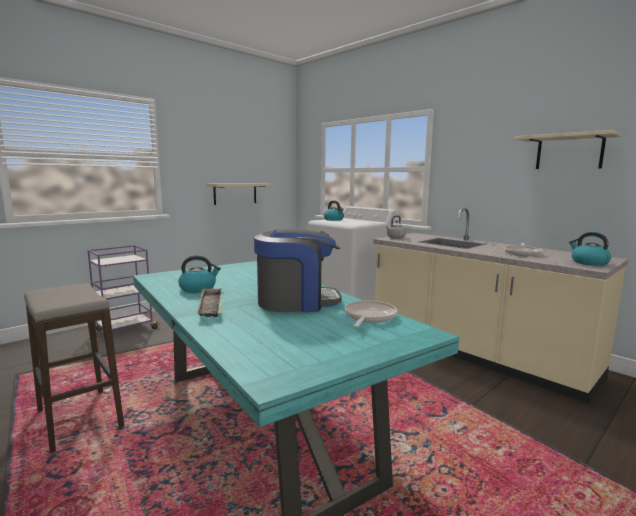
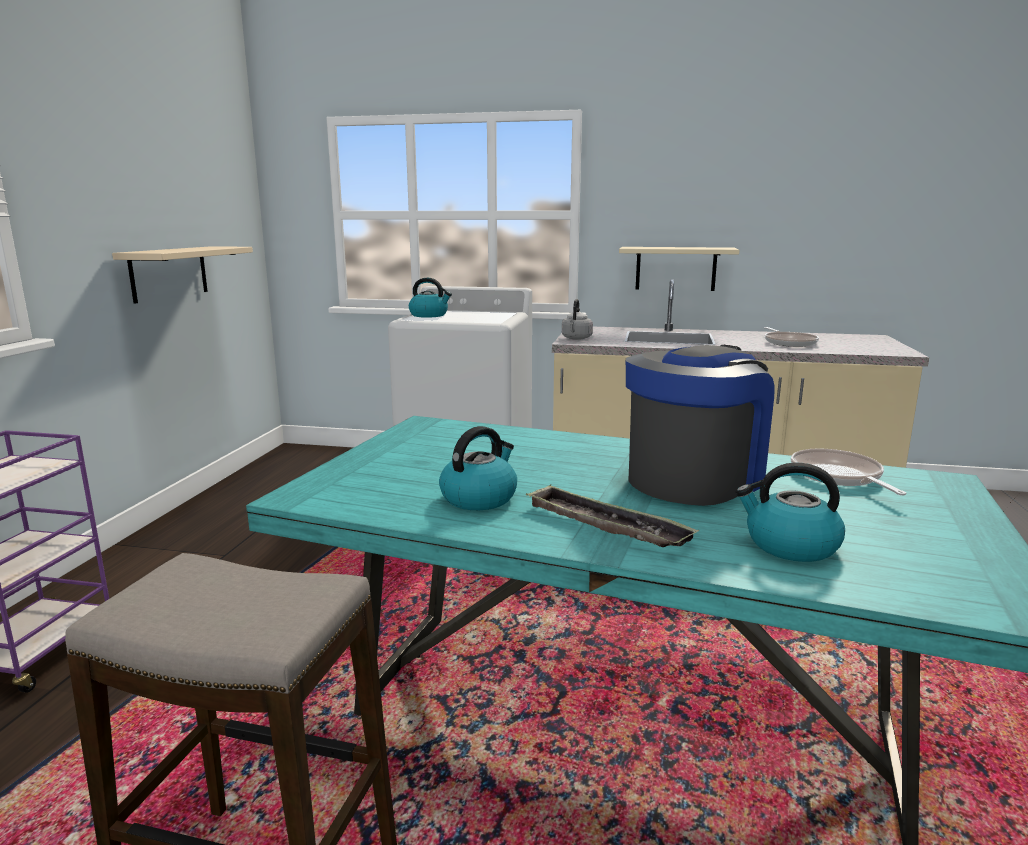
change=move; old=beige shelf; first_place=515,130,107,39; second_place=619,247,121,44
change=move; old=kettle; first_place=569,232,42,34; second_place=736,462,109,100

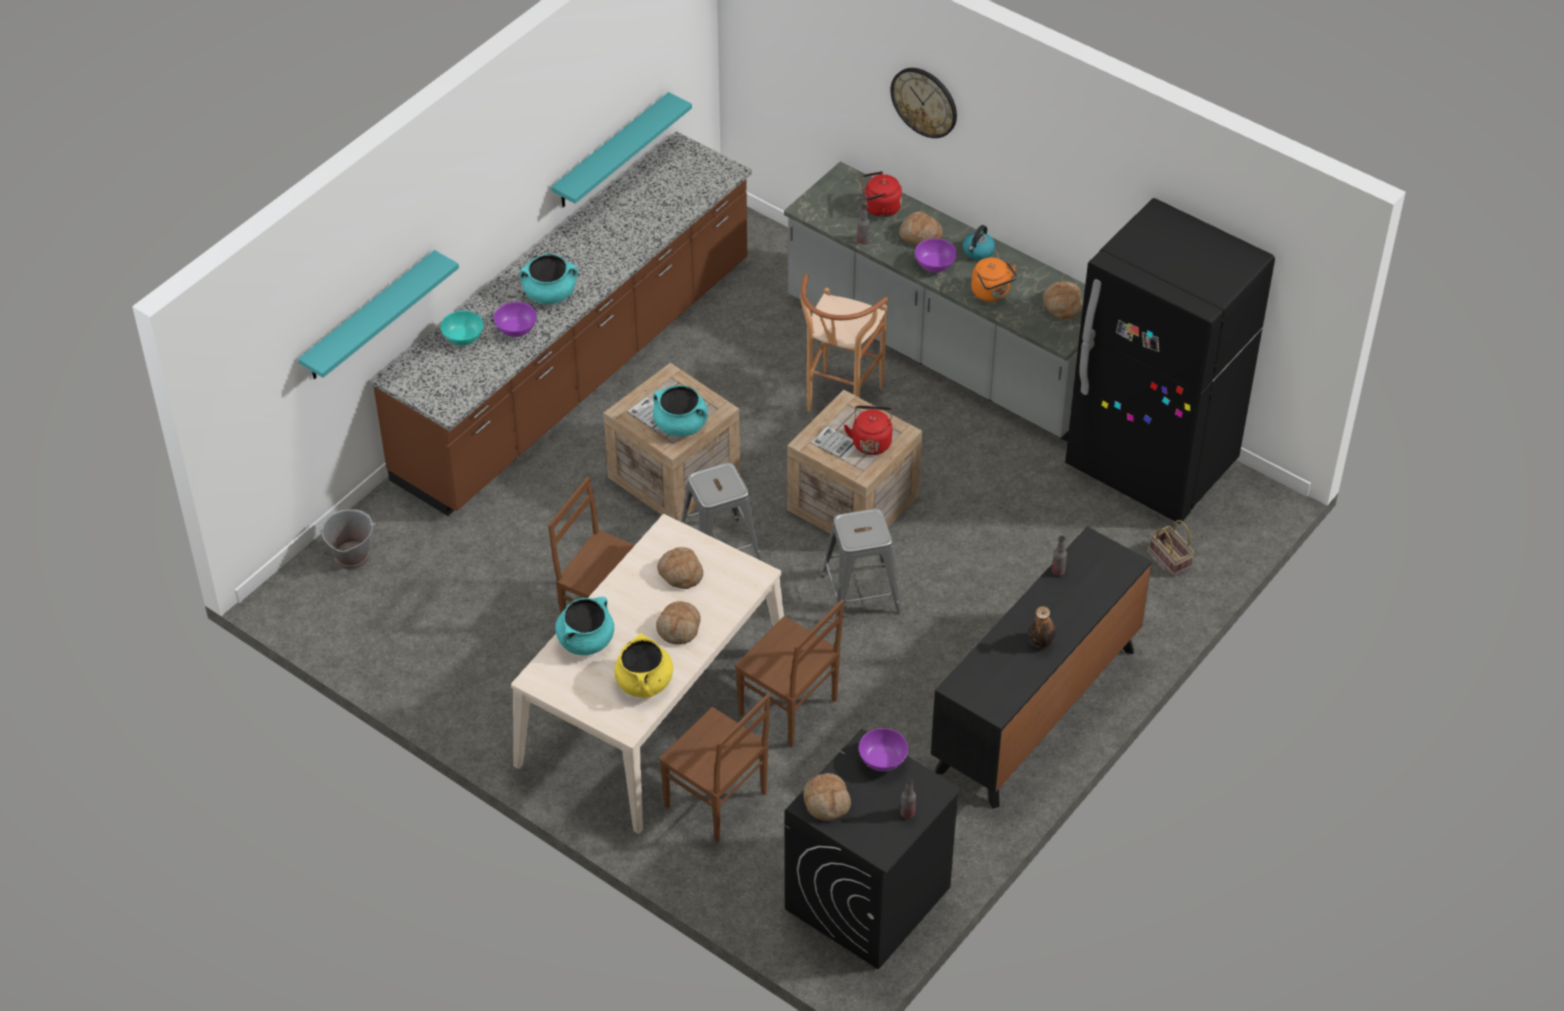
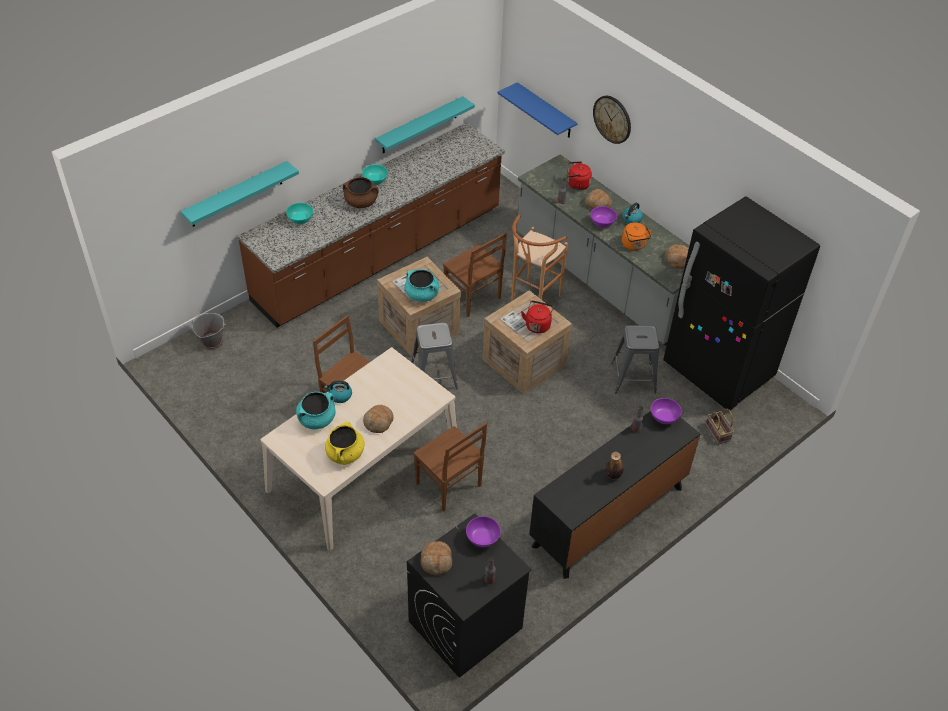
change=move; old=purple bowl; first_place=494,302,43,35; second_place=651,398,31,26
change=recolor; old=turquoise cooking pot; new=brown cooking pot; first_place=520,254,58,50; second_place=343,177,36,31
change=delete; old=bread; first_place=657,547,46,42
change=move; old=brown chair; first_place=659,693,111,149; second_place=443,233,64,84
change=move; old=grey stool; first_place=821,508,79,110; second_place=611,325,48,69
change=insert; new=kettle; second_place=324,380,28,23
change=insert; new=turquoise bowl; second_place=362,164,26,21
change=insert; new=blue shelf; second_place=498,82,79,56

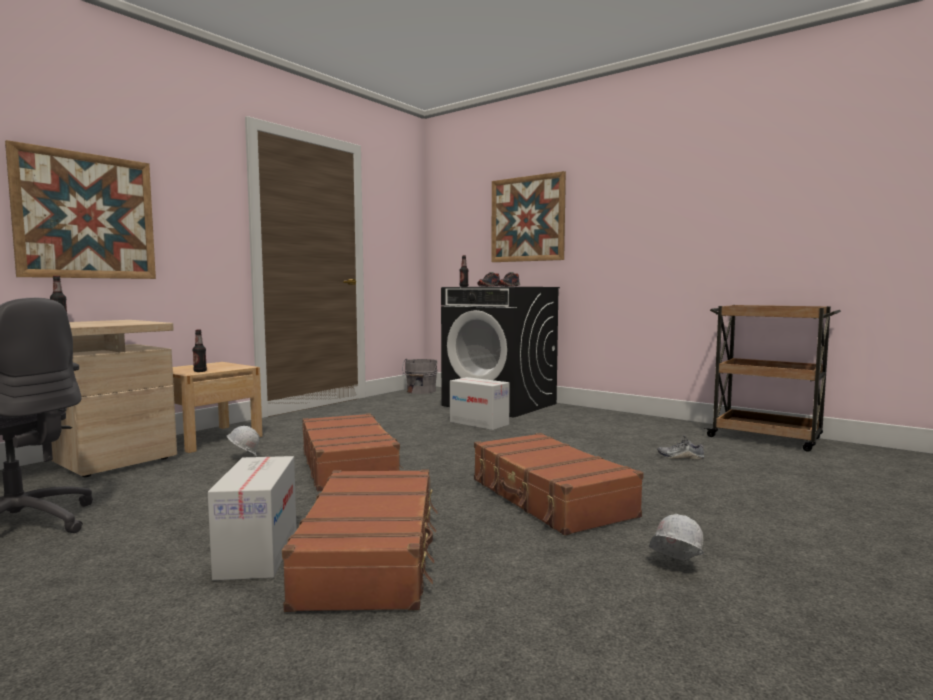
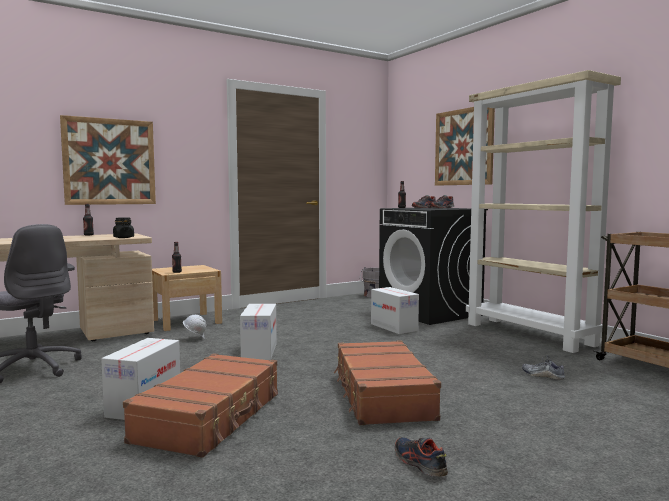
change=replace; old=brown suitcase; new=cardboard box; first_place=302,413,101,78; second_place=240,304,37,56
change=replace; old=white hard hat; new=shoe; first_place=650,514,54,47; second_place=395,437,53,40
change=insert; new=black jar; second_place=113,217,21,21
change=insert; new=beige bookcase; second_place=466,70,155,283

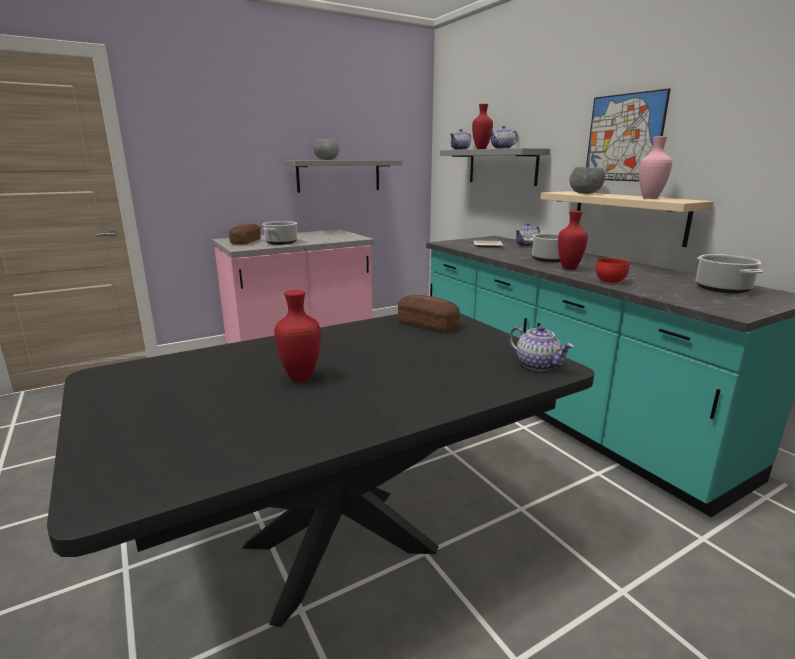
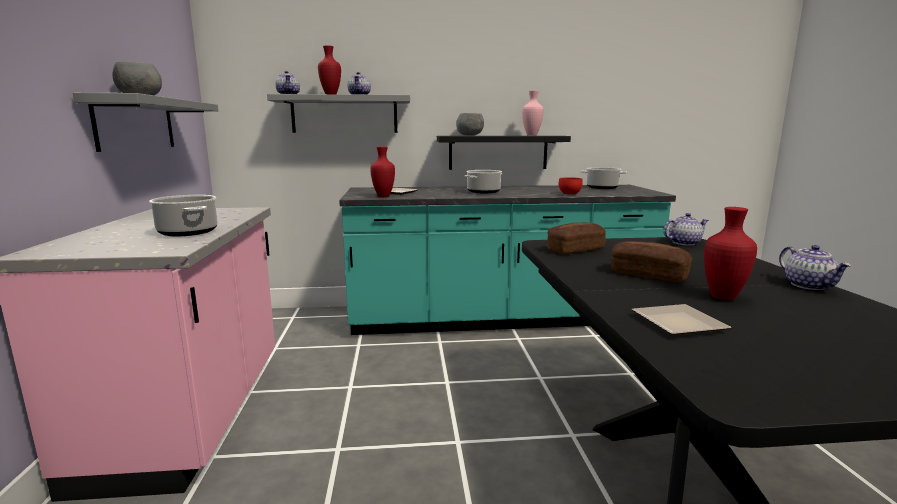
change=move; old=bread; first_place=229,224,32,21; second_place=611,241,81,41
change=move; old=teapot; first_place=515,223,25,24; second_place=779,245,72,45
change=recolor; old=beige shelf; new=black shelf; first_place=540,191,174,56; second_place=437,136,134,34
change=move; old=red vase; first_place=558,211,30,59; second_place=370,147,25,50
change=delete; old=picture; first_place=586,88,85,94
change=insert; new=plate; second_place=632,304,100,31

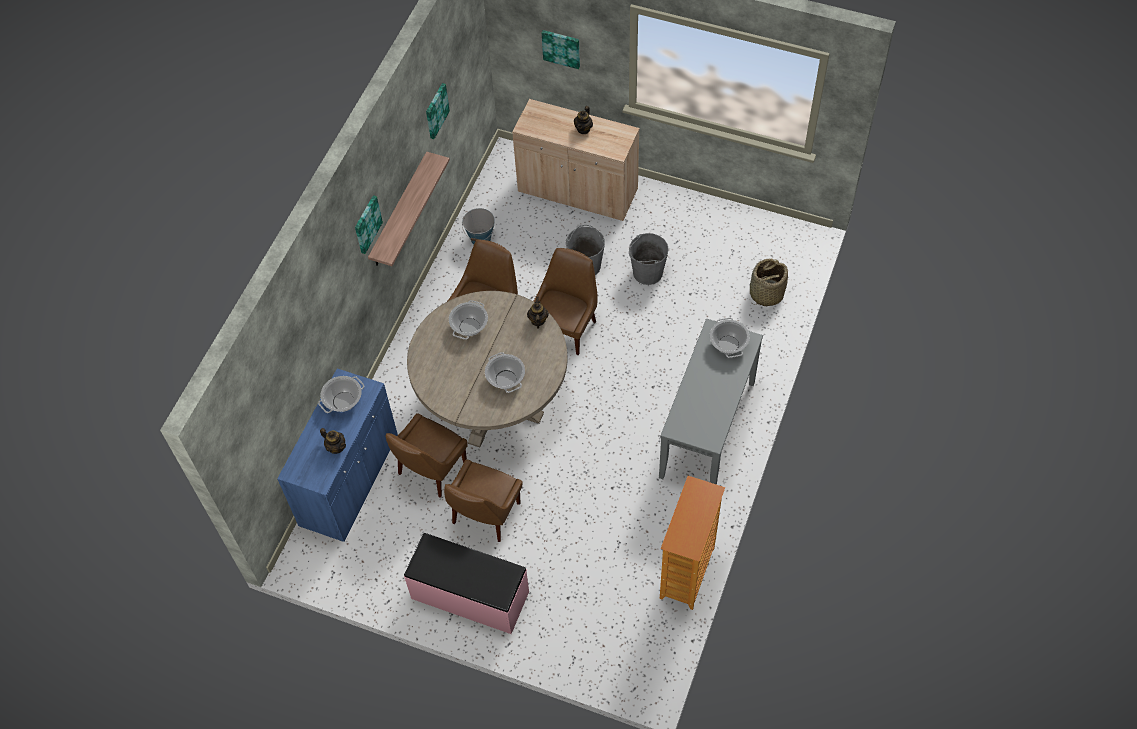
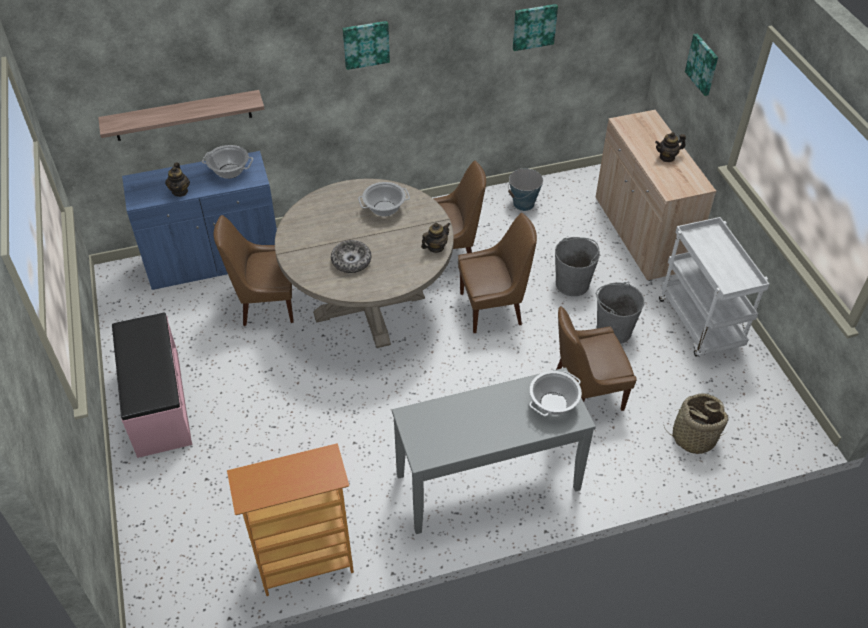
change=move; old=shelf; first_place=368,152,82,114; second_place=98,90,167,51
change=move; old=brown chair; first_place=444,460,78,82; second_place=556,306,81,105
change=replace; old=cooking pot; new=bowl; first_place=485,352,40,41; second_place=331,240,40,33
change=insert; new=white cart; second_place=659,217,110,140

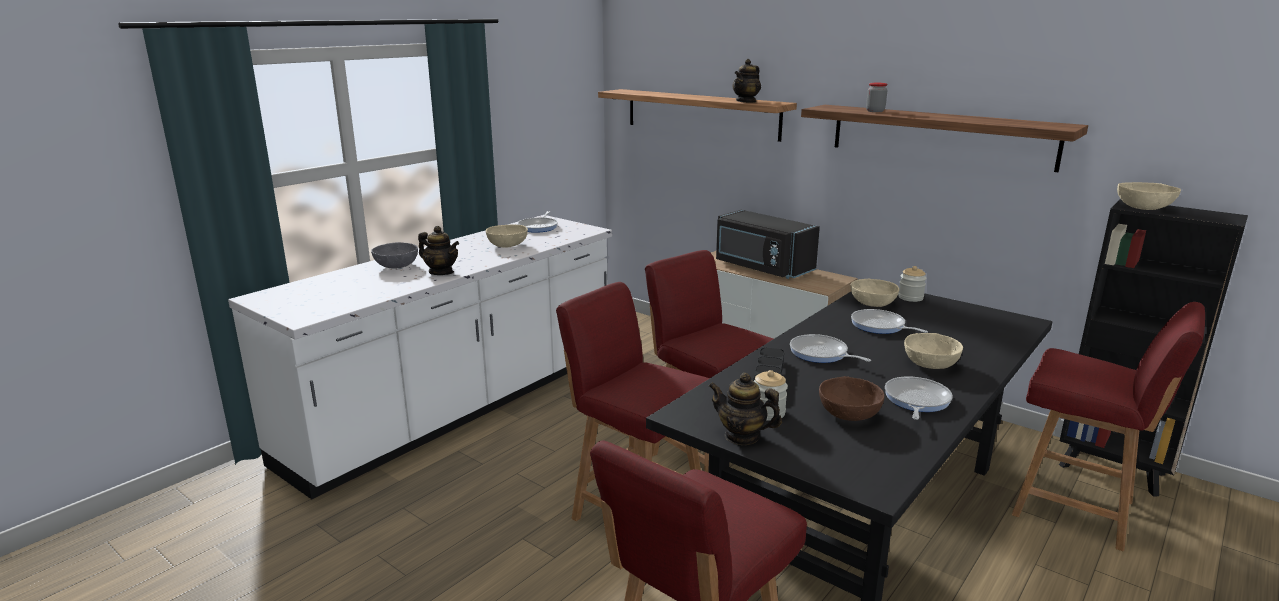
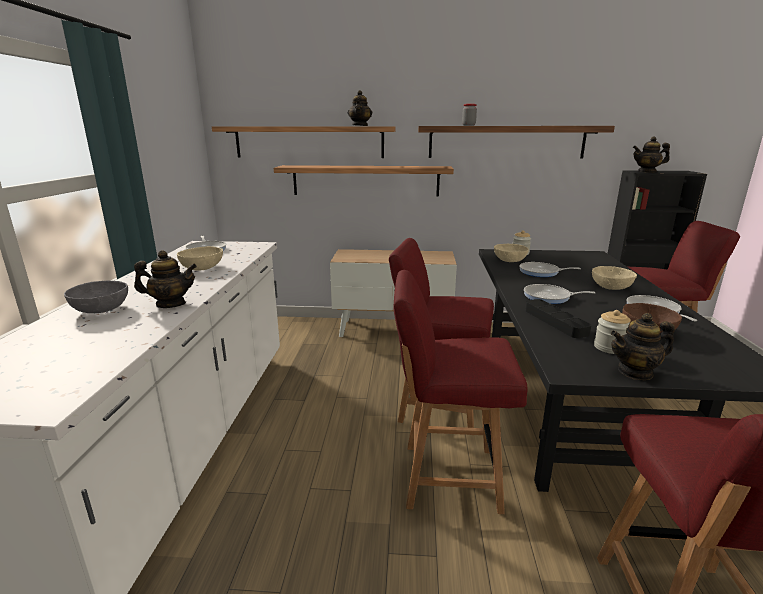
change=delete; old=black microwave; first_place=716,210,104,69
change=replace; old=beige bowl; new=teapot; first_place=1117,182,64,28; second_place=633,136,37,37
change=insert; new=shelf; second_place=274,165,180,31

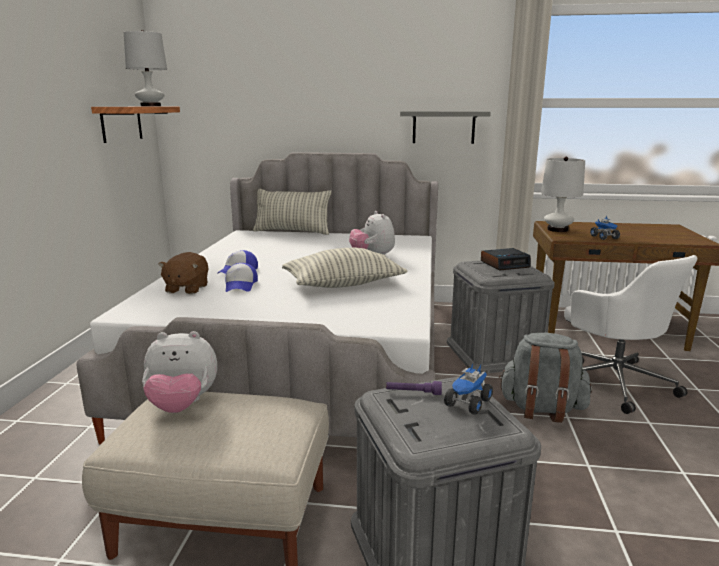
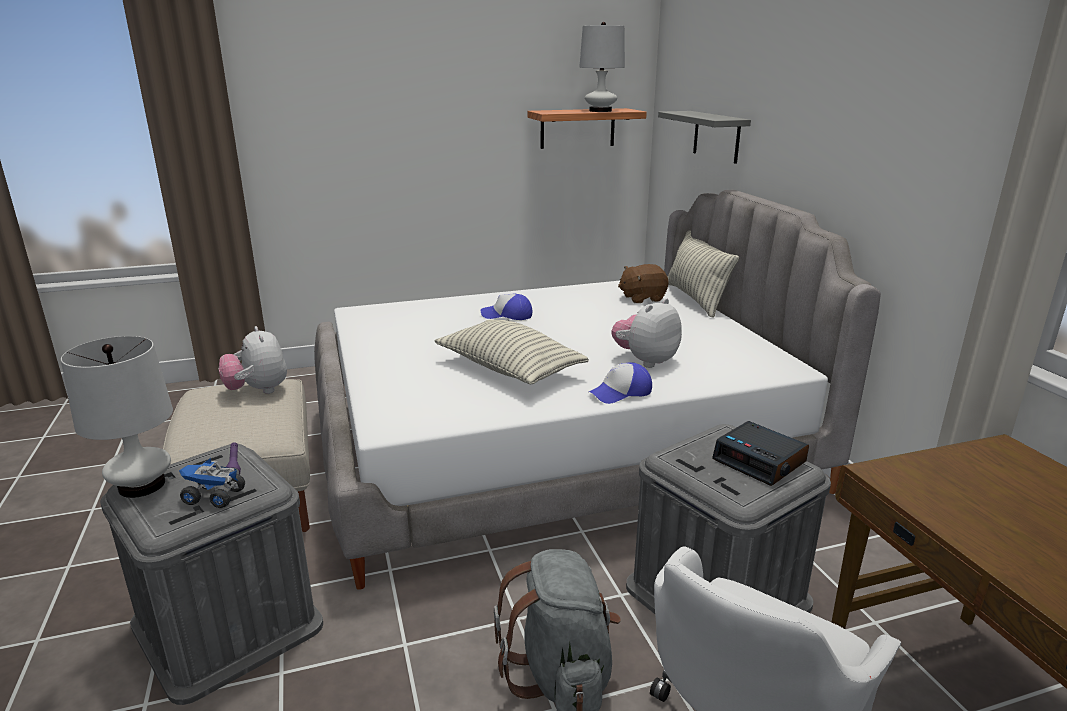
change=move; old=brown plush toy; first_place=158,252,51,42; second_place=618,264,51,39
change=move; old=cap; first_place=225,263,33,29; second_place=589,362,63,42
change=move; old=grey shelf; first_place=400,111,91,33; second_place=658,111,93,53
change=move; old=white table lamp; first_place=541,157,44,75; second_place=61,336,112,162
change=delete; old=toy truck; first_place=590,216,30,24

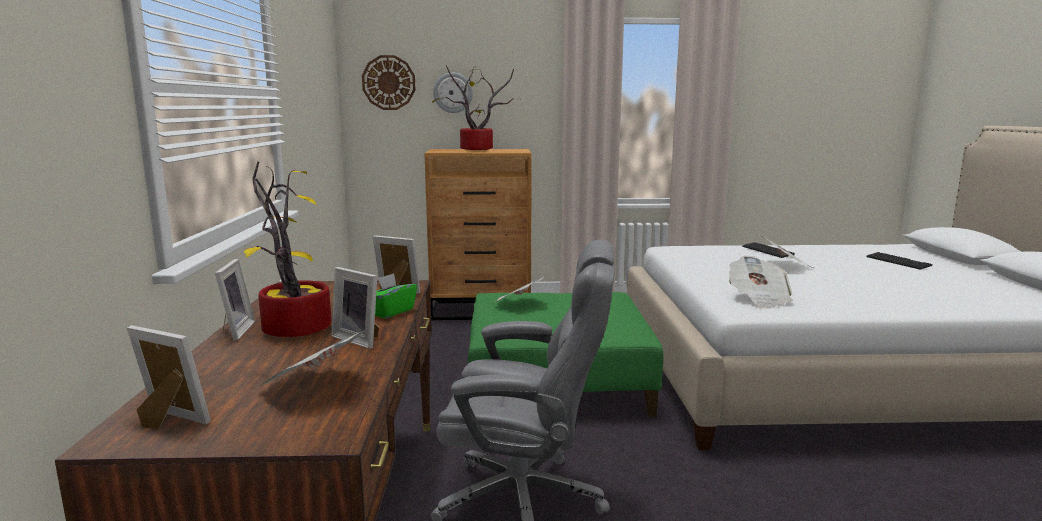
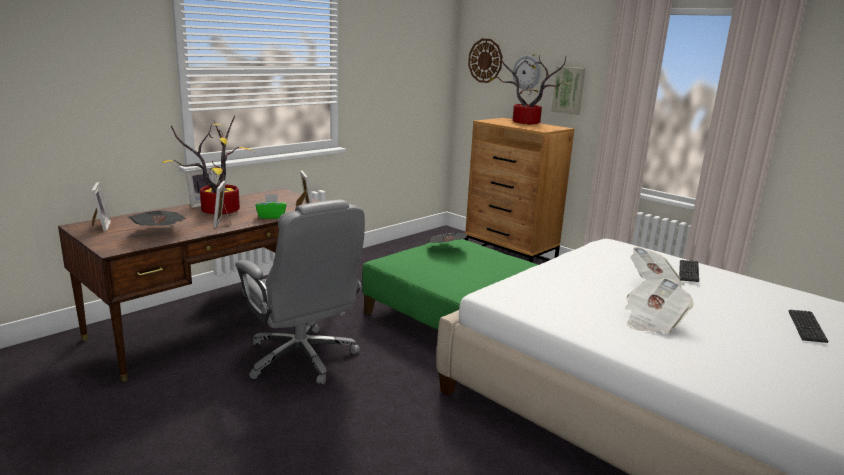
change=move; old=newspaper; first_place=729,256,64,53; second_place=625,278,68,55
change=insert; new=picture; second_place=551,66,34,49

